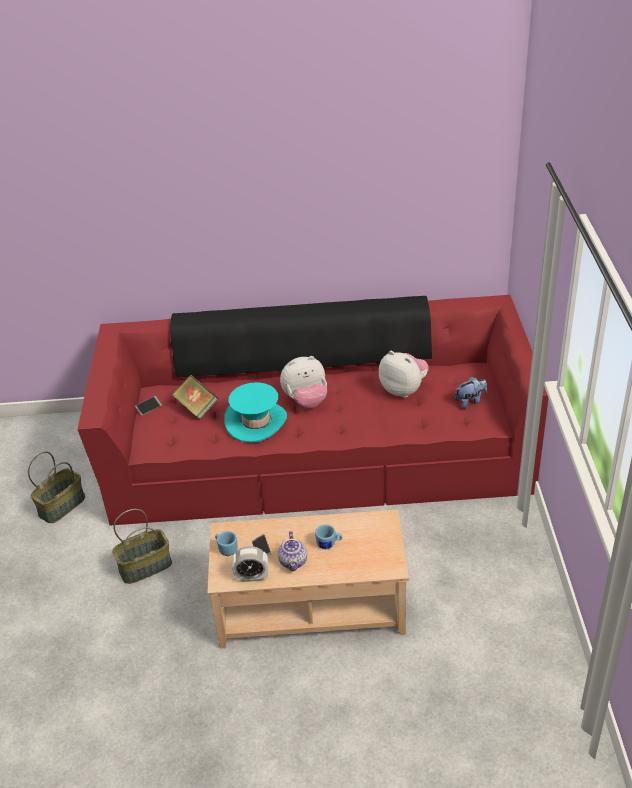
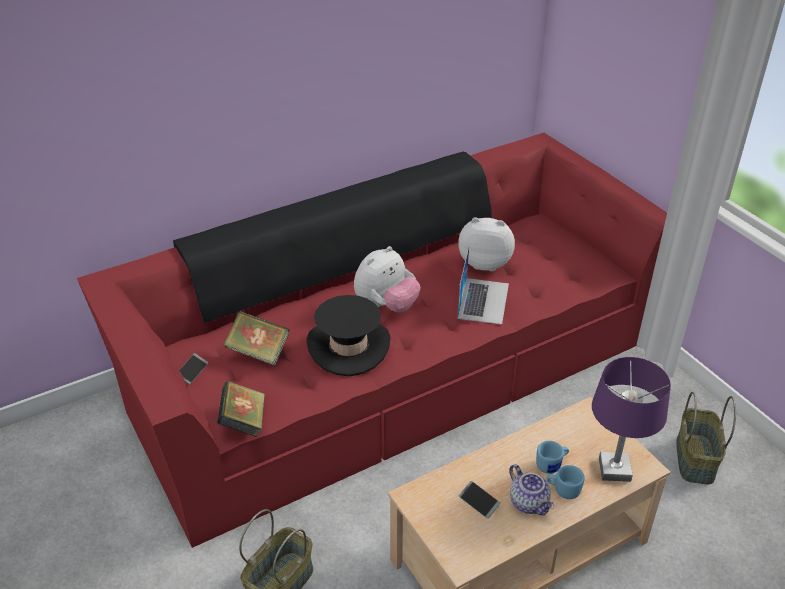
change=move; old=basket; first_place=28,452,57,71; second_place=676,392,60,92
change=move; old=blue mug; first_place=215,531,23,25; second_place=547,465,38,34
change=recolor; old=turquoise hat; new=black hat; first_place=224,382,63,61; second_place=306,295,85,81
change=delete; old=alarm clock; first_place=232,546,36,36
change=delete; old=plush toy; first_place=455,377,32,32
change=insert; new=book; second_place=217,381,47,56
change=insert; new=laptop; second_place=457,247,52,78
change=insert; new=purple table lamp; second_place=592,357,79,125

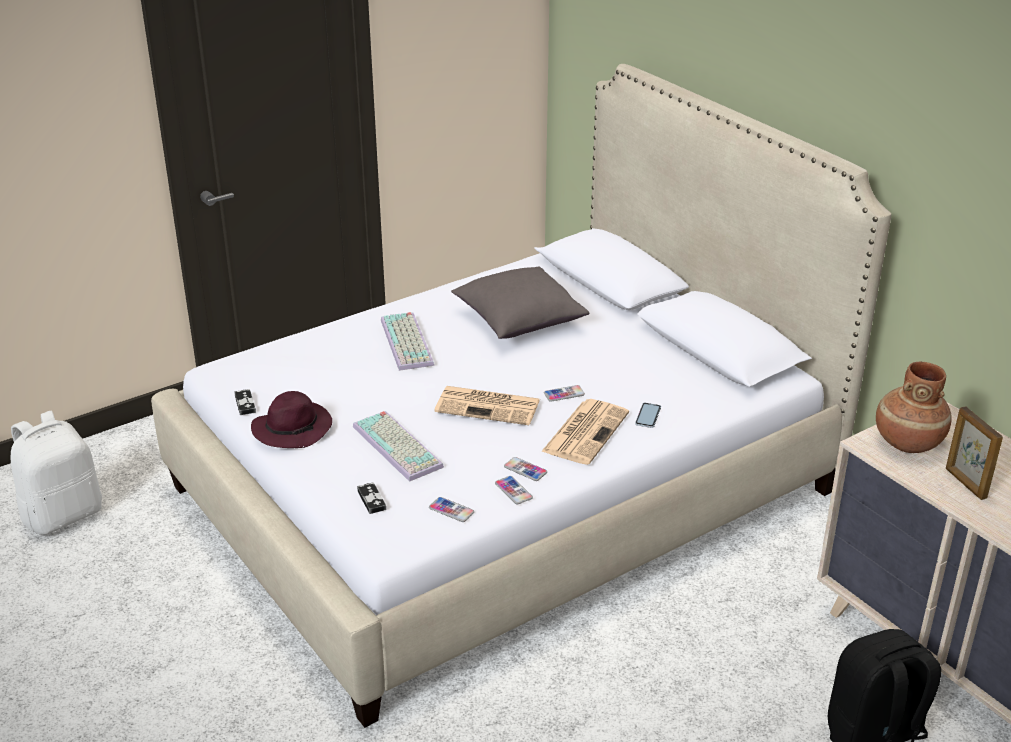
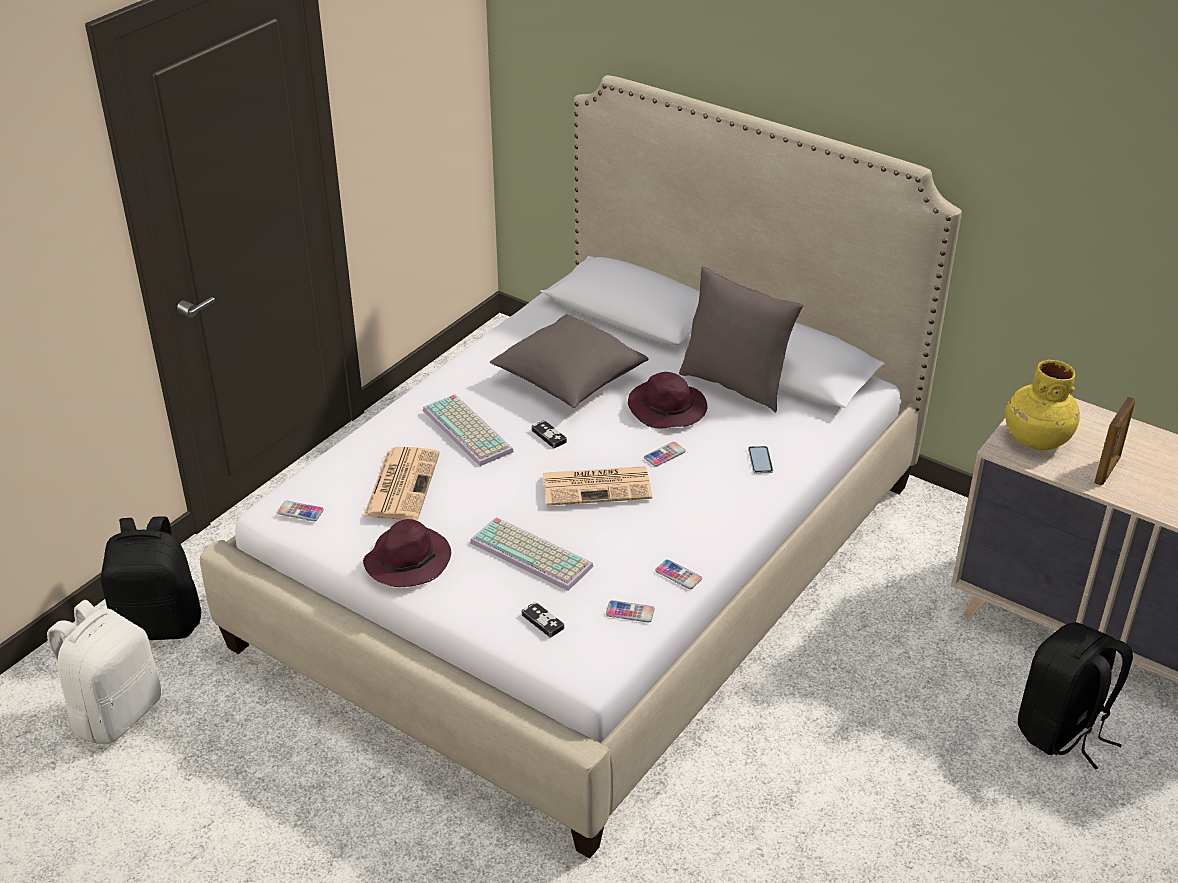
change=move; old=game controller; first_place=234,389,22,26; second_place=532,420,35,28
change=move; old=phone; first_place=504,457,43,24; second_place=277,501,47,20
change=move; old=newspaper; first_place=541,399,88,66; second_place=364,447,76,73
change=recolor; old=brown vase; new=yellow vase; first_place=876,362,76,91; second_place=1005,360,75,90
change=rotate; old=picture frame; first_place=946,406,57,94; second_place=1094,397,41,89; degrees=-105
change=insert; new=black backpack; second_place=101,516,100,124
change=insert; new=purple hat; second_place=628,372,79,57
change=insert; new=grey pillow; second_place=679,267,125,146

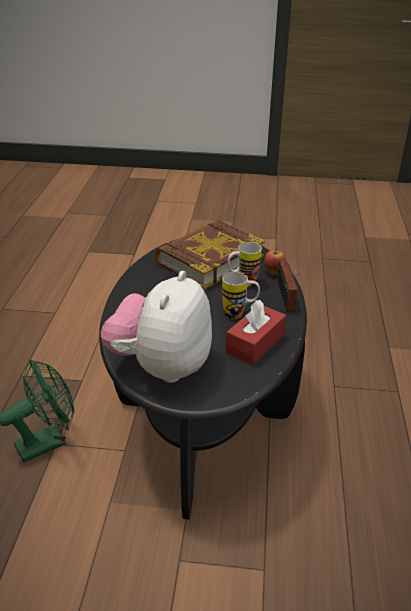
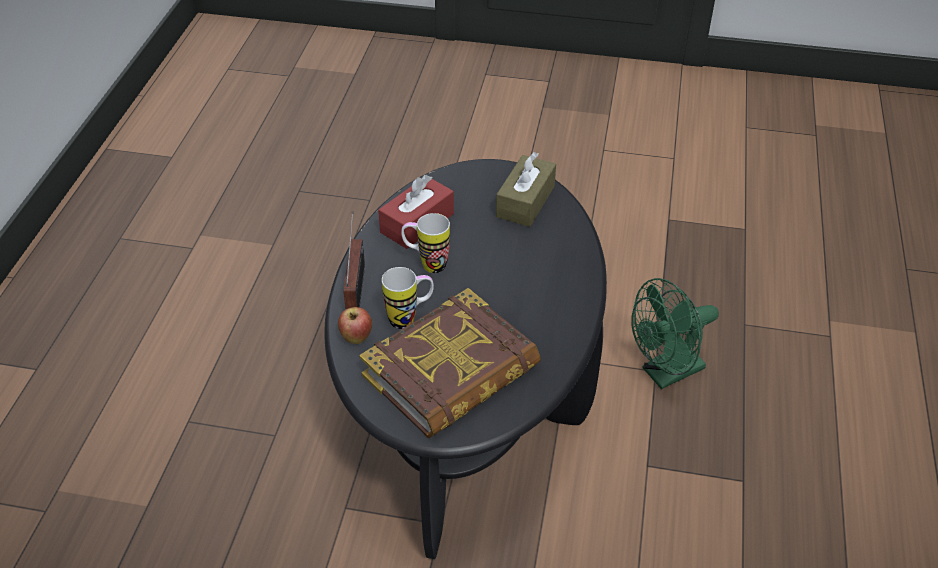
change=replace; old=plush toy; new=brown tissue box; first_place=101,271,111,112; second_place=496,152,60,75

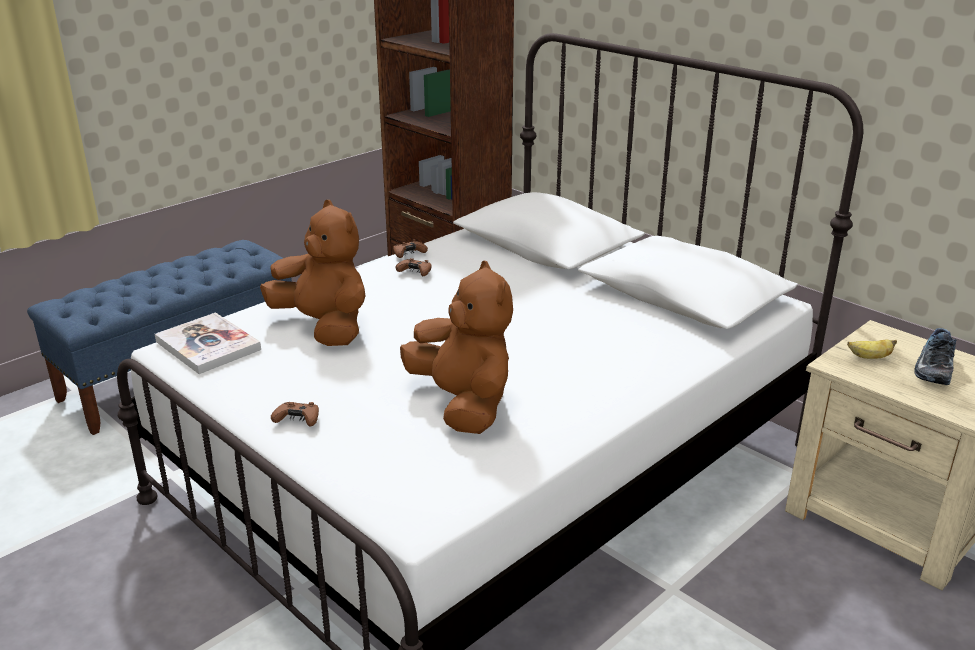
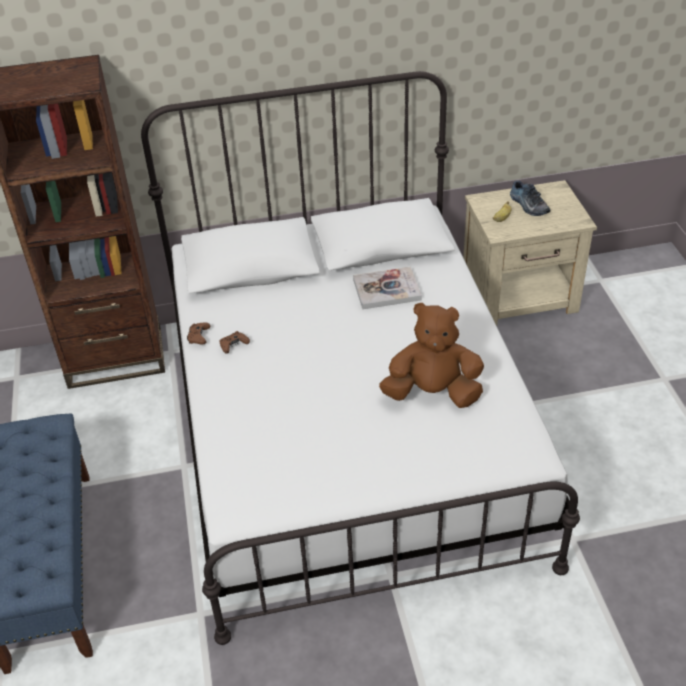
change=move; old=book; first_place=155,312,106,62; second_place=353,267,69,42
change=delete; old=brown plush toy; first_place=260,200,105,146
change=delete; old=brown game controller; first_place=271,402,48,25

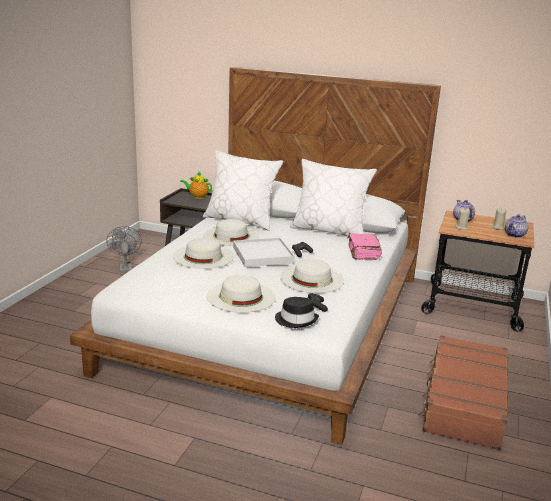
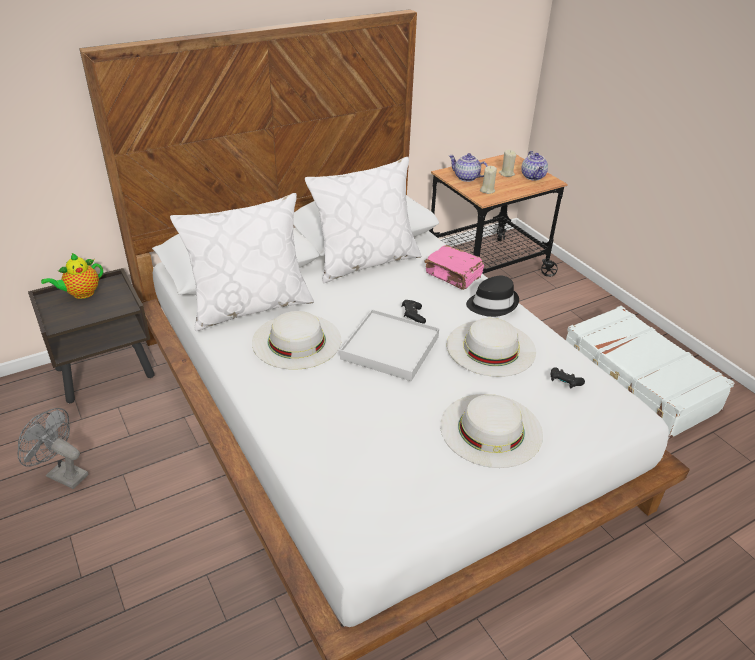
change=delete; old=white hat; first_place=173,238,61,31
change=move; old=black hat; first_place=275,297,44,31; second_place=466,276,53,41
change=recolor; old=brown suitcase; new=white suitcase; first_place=418,335,91,115; second_place=566,306,169,133

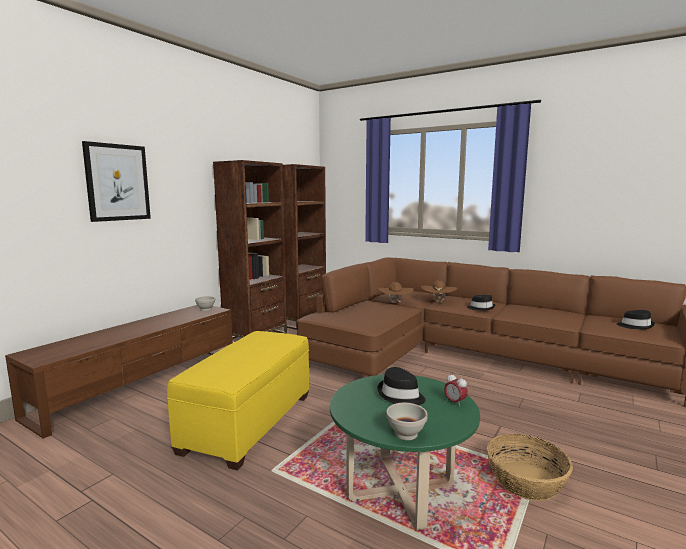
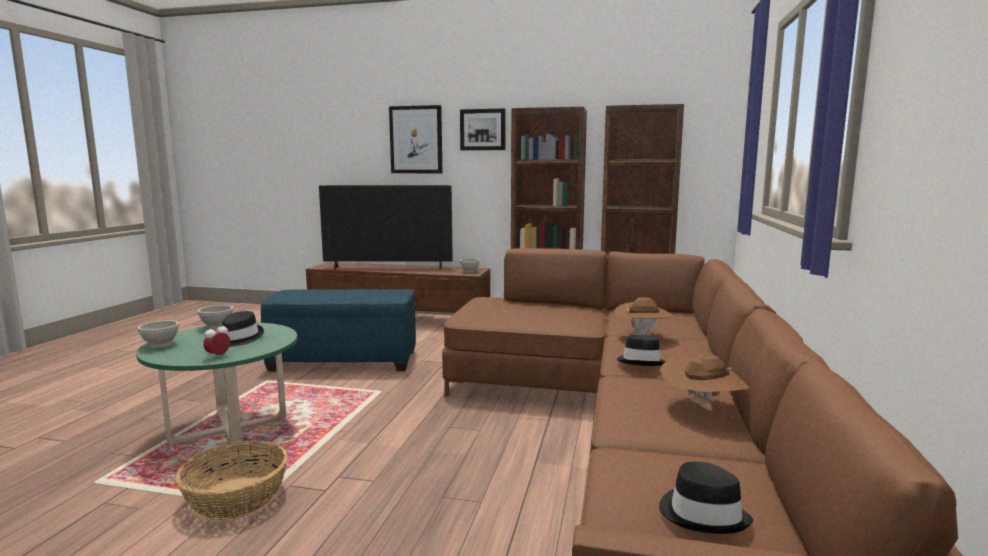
change=recolor; old=yellow ottoman; new=blue ottoman; first_place=167,331,142,139; second_place=261,289,155,82
change=move; old=brown hat; first_place=378,282,36,21; second_place=660,353,89,59
change=insert; new=white bowl; second_place=198,305,35,25
change=insert; new=television; second_place=319,185,134,85
change=insert; new=picture; second_place=460,108,46,42

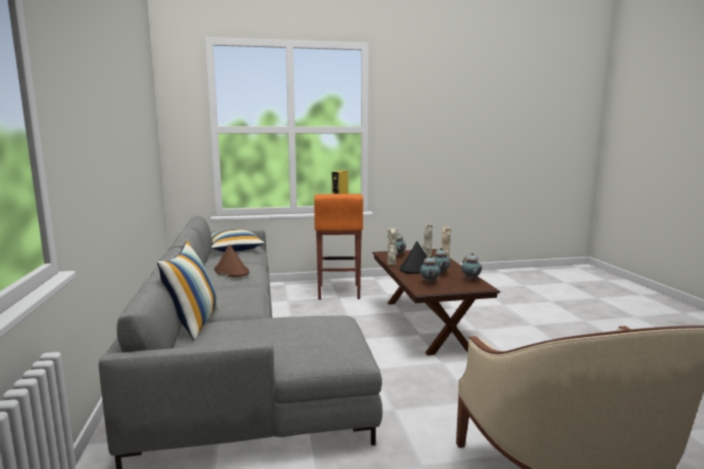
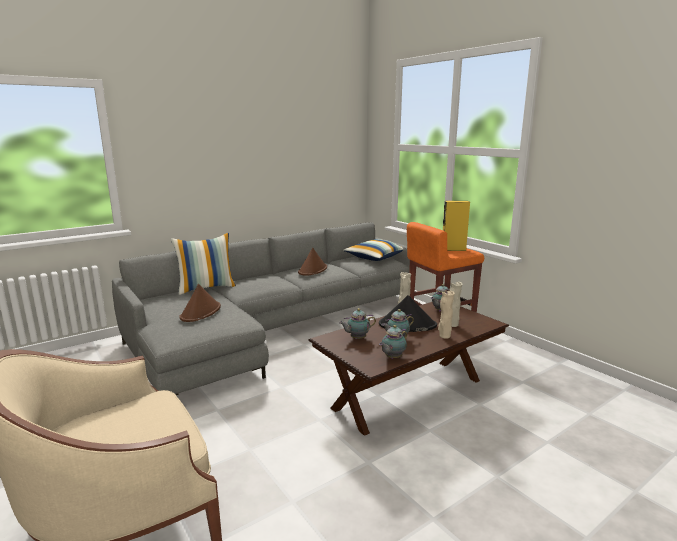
change=insert; new=brown hat; second_place=179,284,42,38

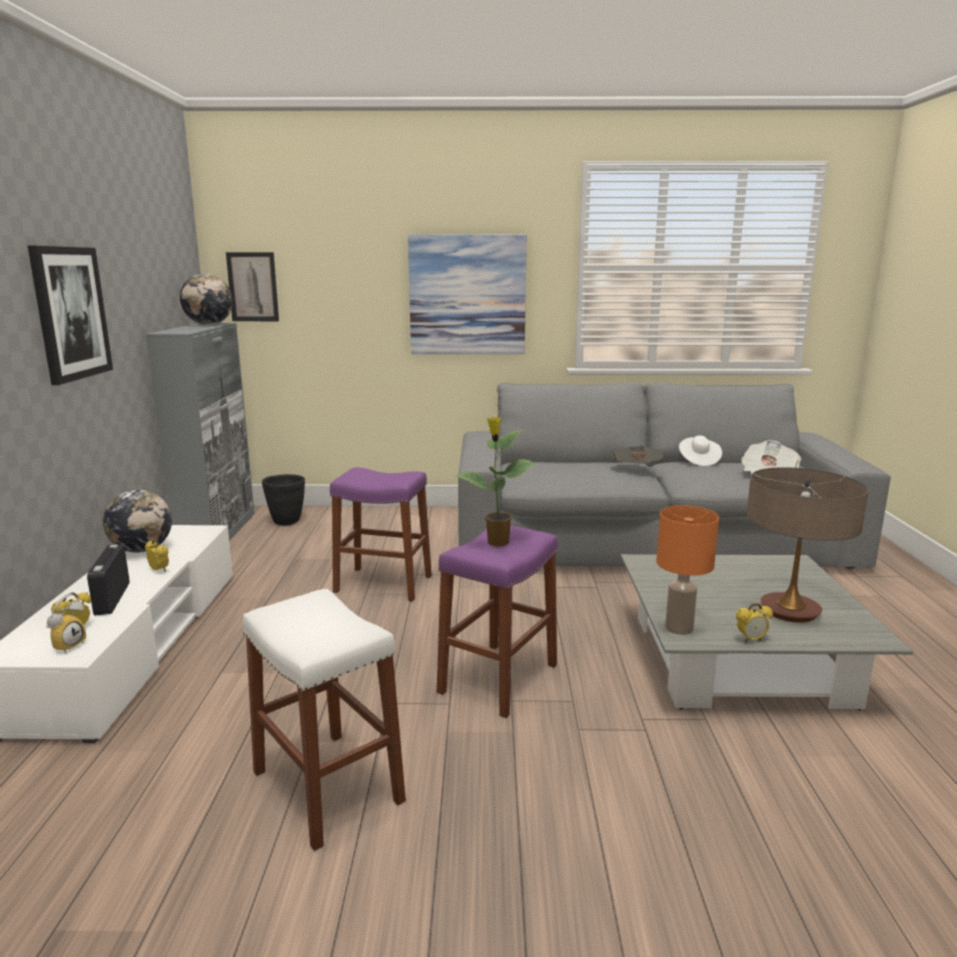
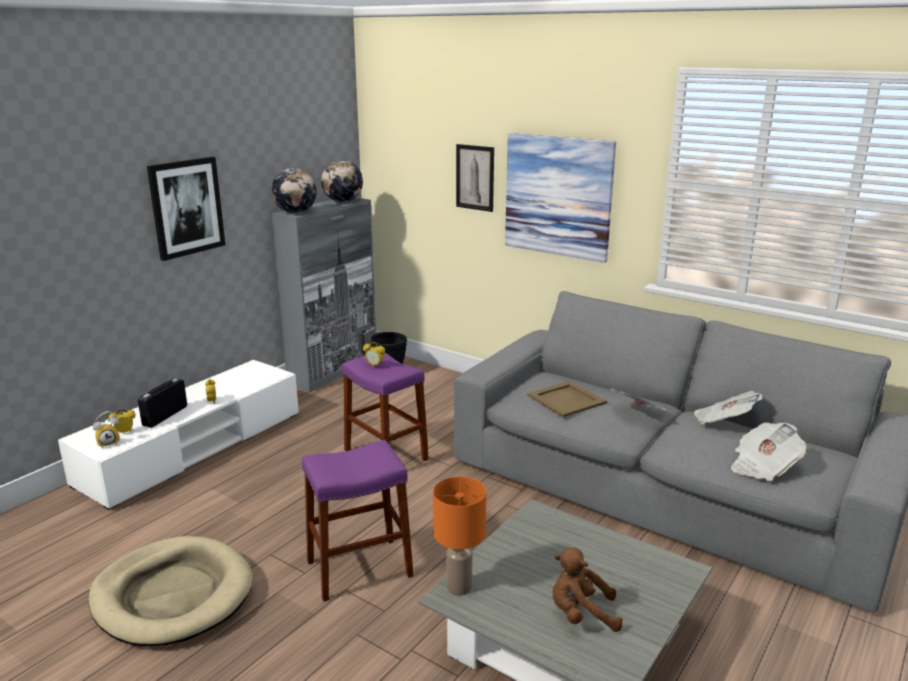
change=move; old=globe; first_place=103,490,69,63; second_place=272,168,45,45
change=move; old=picture; first_place=226,252,53,69; second_place=456,144,38,68
change=replace; old=white stool; new=beige dog bed; first_place=243,589,163,262; second_place=88,536,165,110
change=delete; old=potted plant; first_place=455,417,82,130
change=replace; old=white hat; new=newspaper; first_place=679,436,43,30; second_place=694,391,68,33
change=move; old=alarm clock; first_place=736,603,37,40; second_place=363,342,22,25
change=replace; old=table lamp; new=brown plush toy; first_place=747,467,122,156; second_place=552,547,71,85
change=insert; new=beige tray; second_place=527,381,80,36

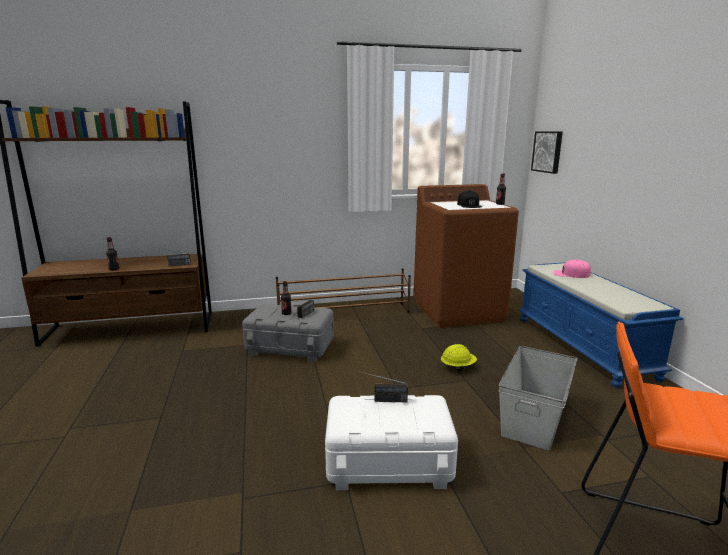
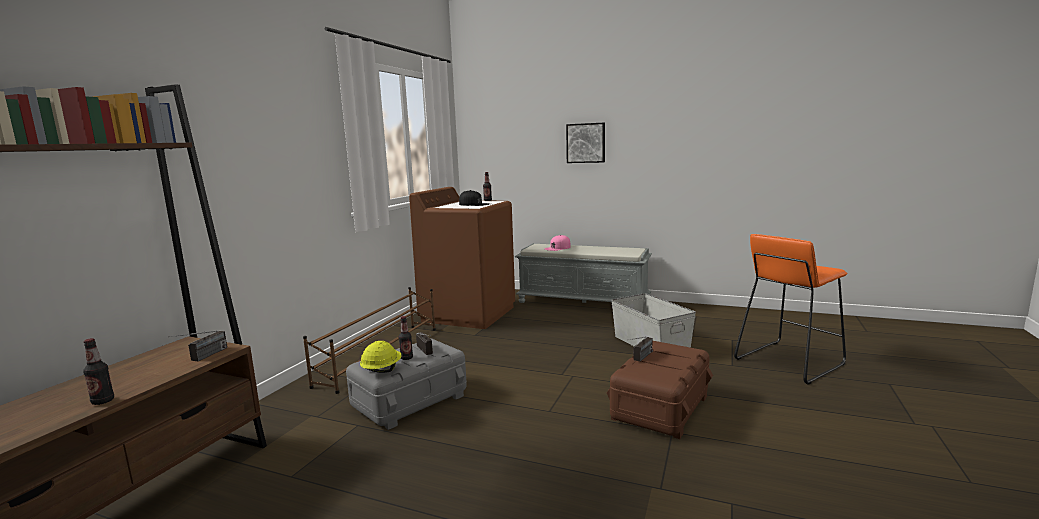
change=recolor; old=white storage box; new=brown storage box; first_place=325,395,133,95; second_place=607,341,106,98
change=move; old=yellow hard hat; first_place=441,344,36,27; second_place=360,341,42,32
change=recolor; old=blue bench; new=grey bench; first_place=518,262,165,126; second_place=515,243,137,60
change=move; old=picture; first_place=531,131,32,43; second_place=566,123,39,40

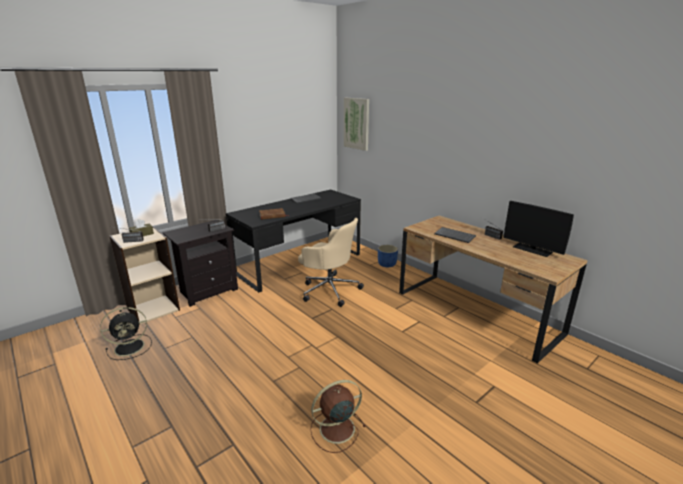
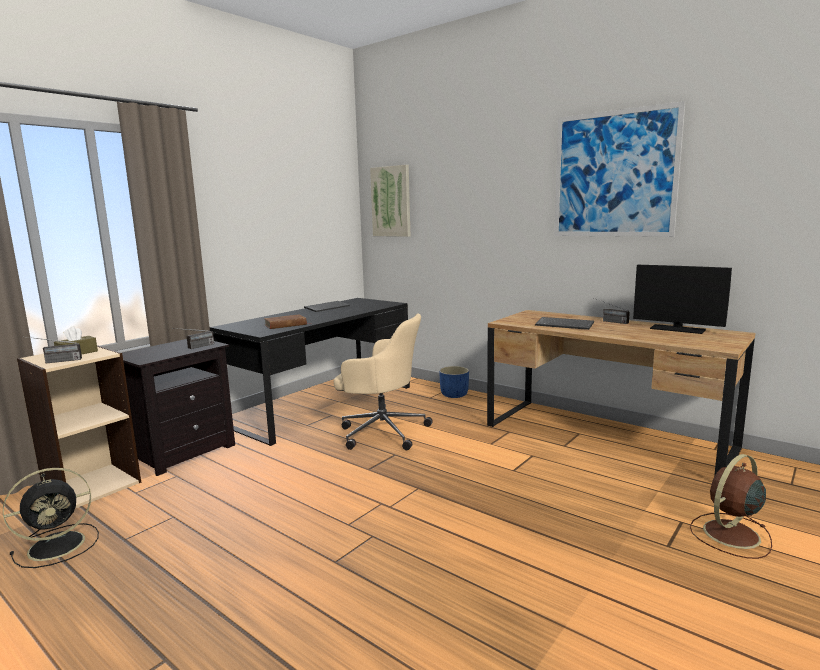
change=move; old=brown fan; first_place=310,380,56,73; second_place=690,454,82,105
change=insert; new=picture; second_place=554,101,131,136

